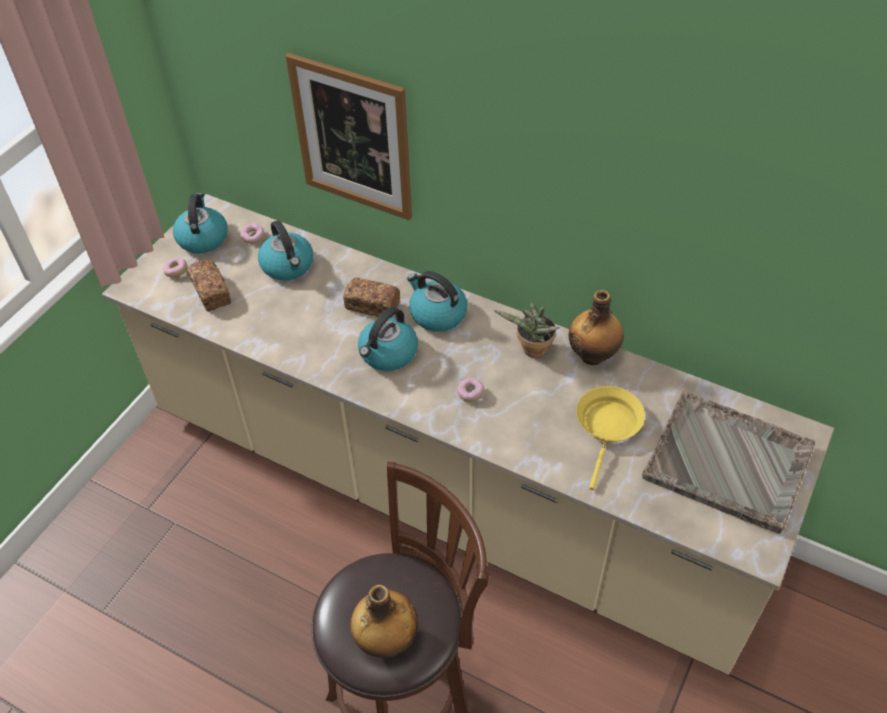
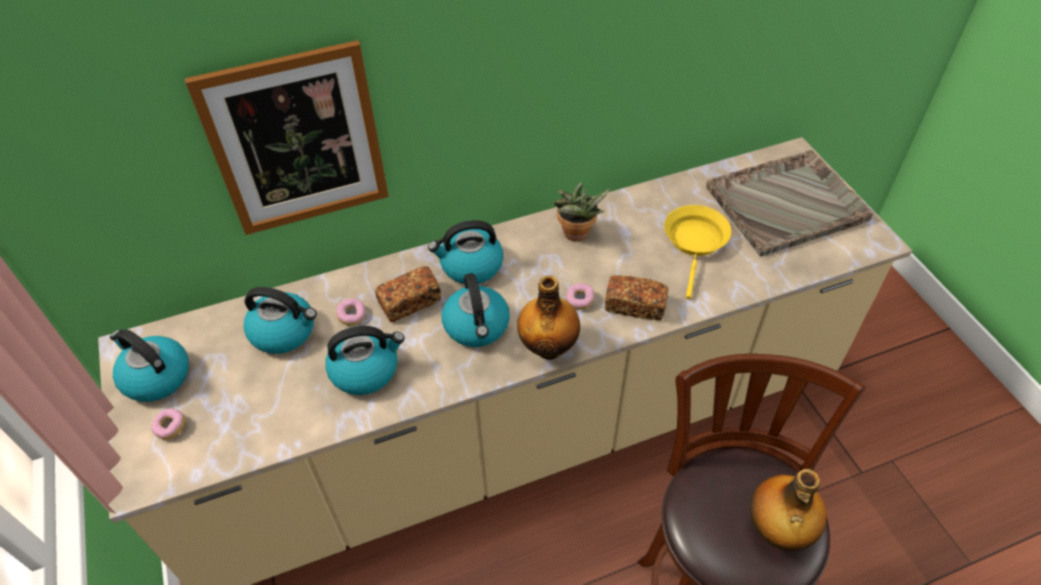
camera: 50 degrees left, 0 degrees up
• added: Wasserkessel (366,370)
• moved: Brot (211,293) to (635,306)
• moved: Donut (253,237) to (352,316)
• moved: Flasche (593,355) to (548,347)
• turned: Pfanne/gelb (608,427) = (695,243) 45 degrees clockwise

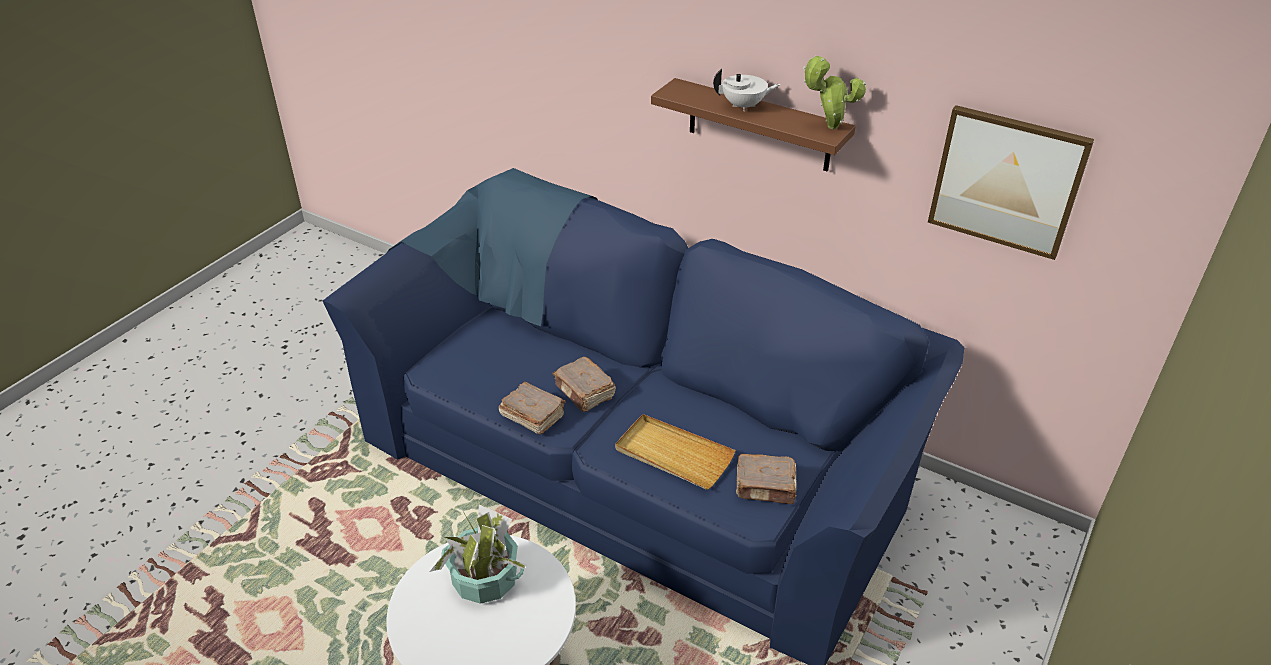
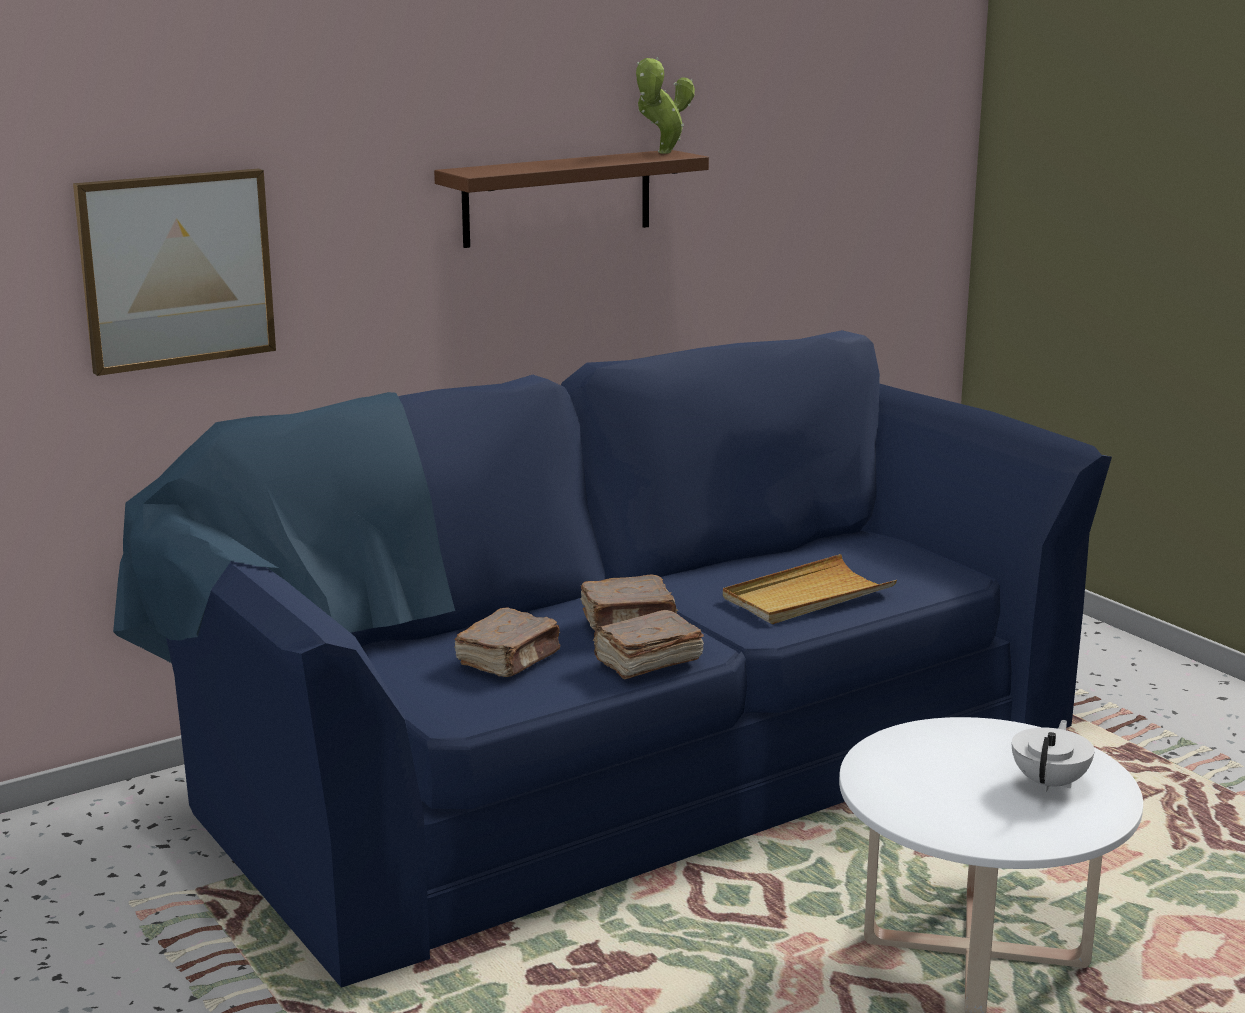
camera: 65 degrees left, 20 degrees down
• removed: Topfpflanze (485,579)
• moved: Teekanne/weiß (744,106) to (1050,783)
• moved: Buch/braun (766,487) to (509,660)
• moved: Bild (1007,181) to (176,269)

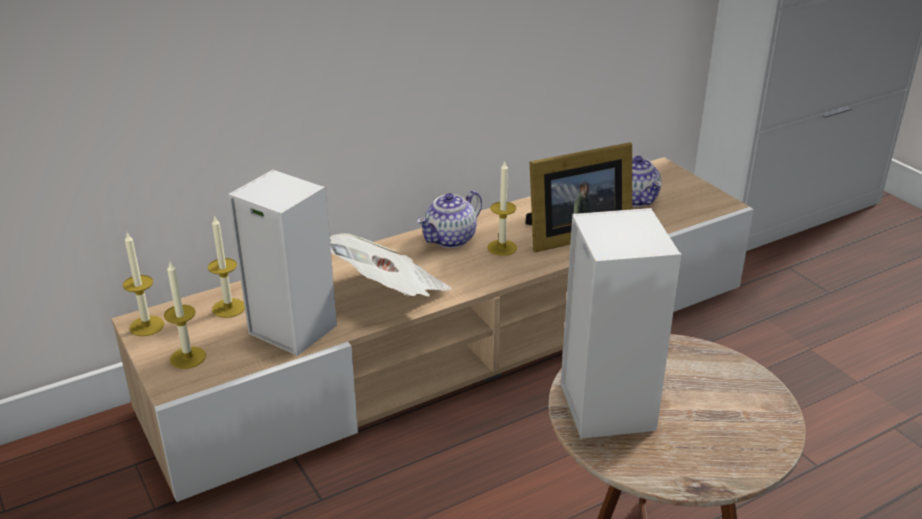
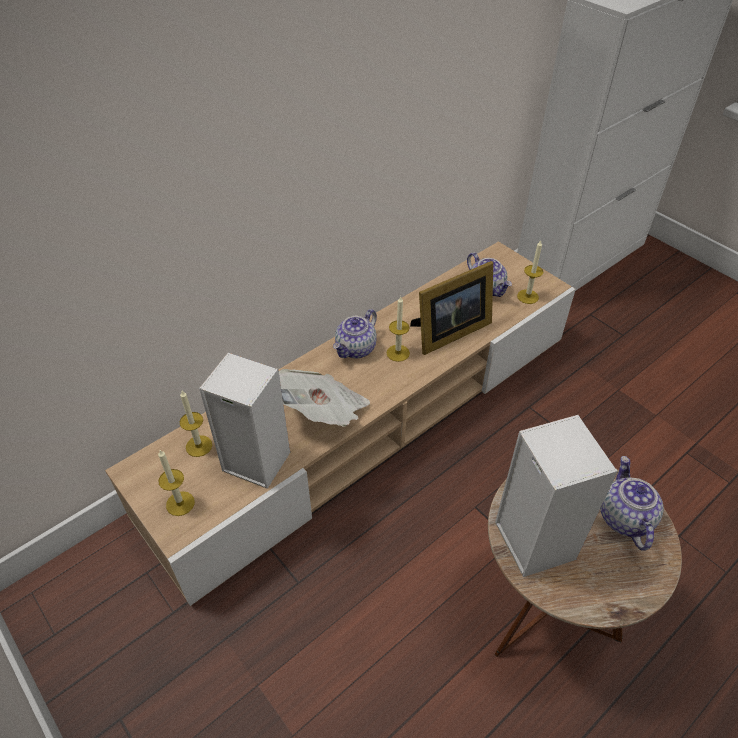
camera: 10 degrees left, 15 degrees up
• added: Teekanne (624,518)
• moved: Kerze (147,326) to (527,296)

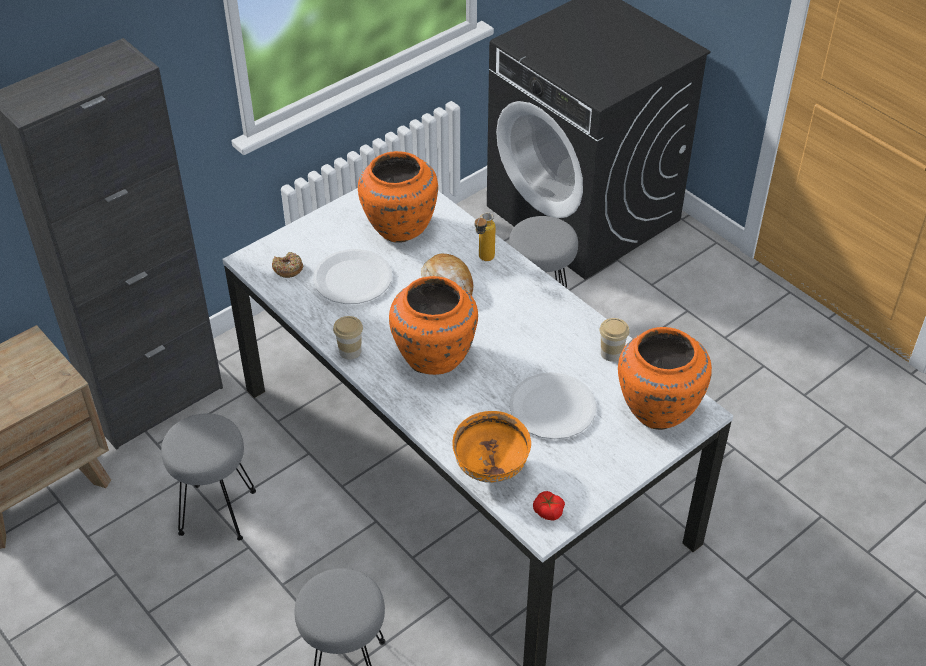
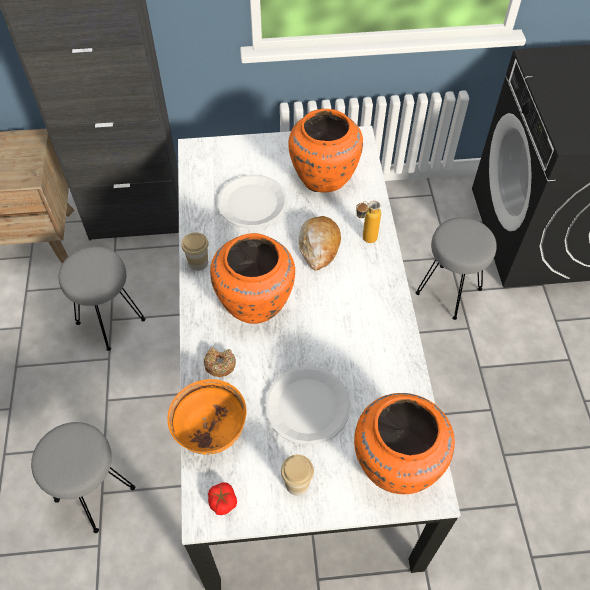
camera: 35 degrees right, 10 degrees up
• moved: Donut (288,269) to (220,364)
• moved: Tasse (611,353) to (297,483)

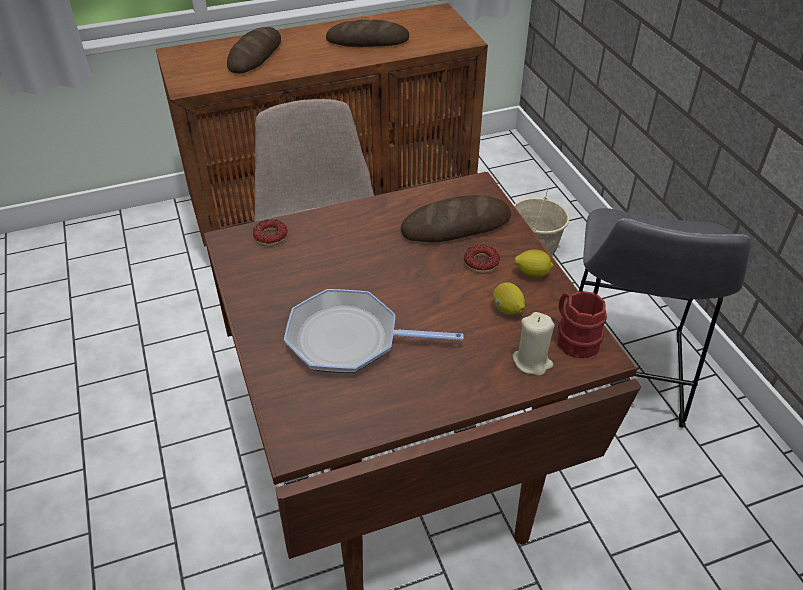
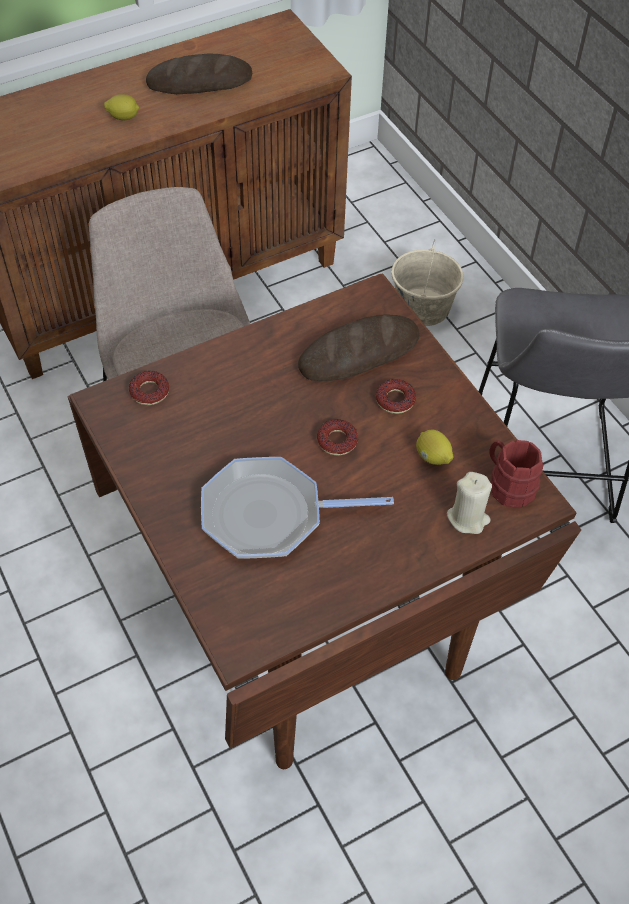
camera: 10 degrees left, 10 degrees up
• removed: Brot (255,55)
• added: Donut (337,441)
• moved: Zitrone (532,273) to (123,117)

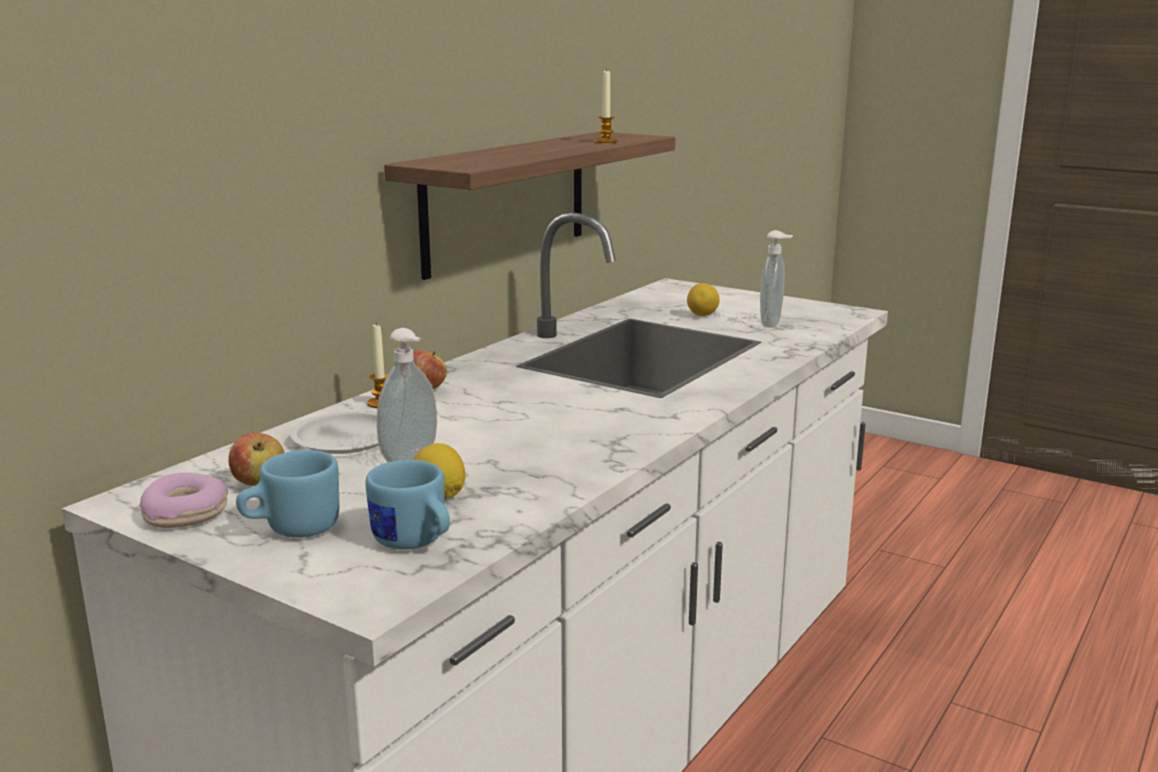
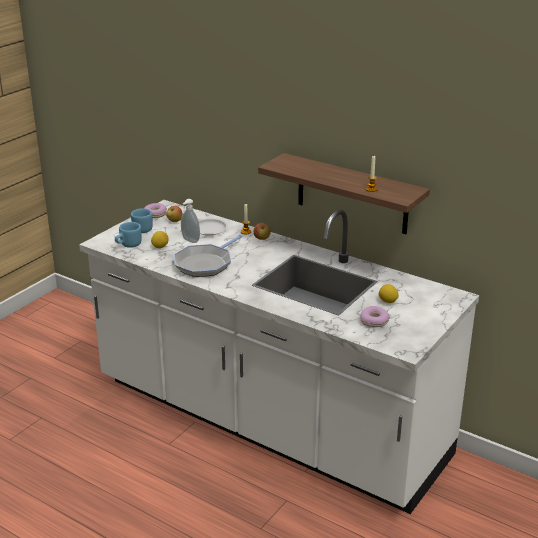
camera: 90 degrees right, 10 degrees up
• added: Pfanne (205,263)
• replaced: Seifenspender (772,324) to Donut (374,321)

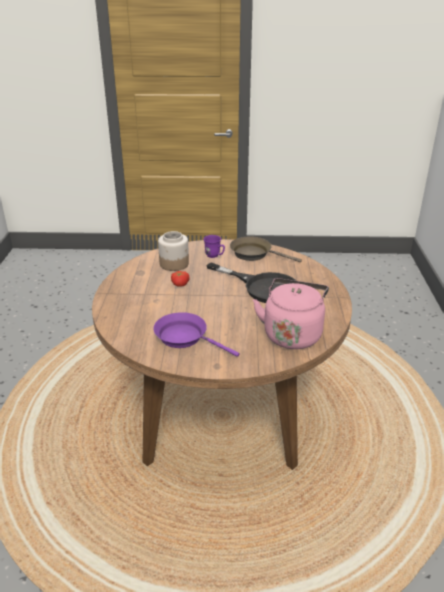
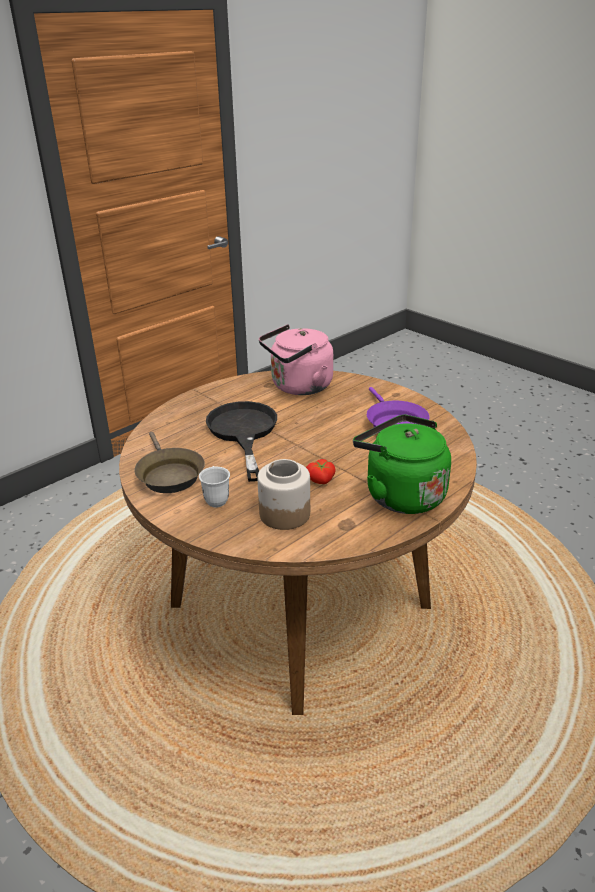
camera: 135 degrees left, 0 degrees up
• added: Wasserkessel/grün (400,494)
• recoloured: Henkelbecher/lila (215,256) to Henkelbecher/weiß (216,498)

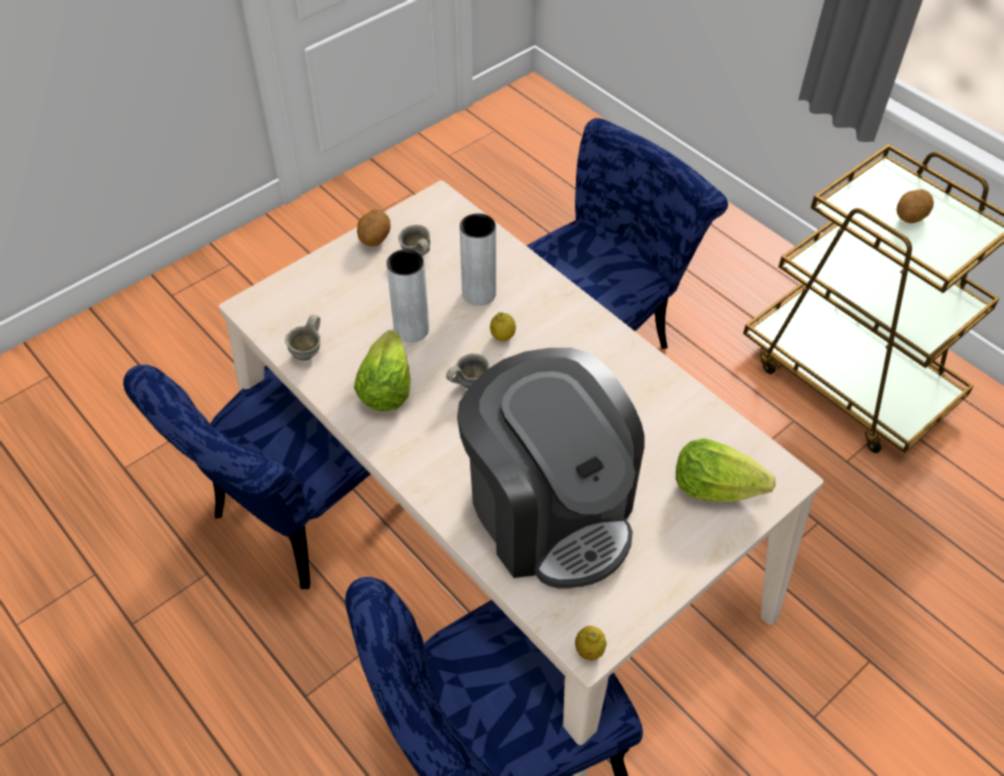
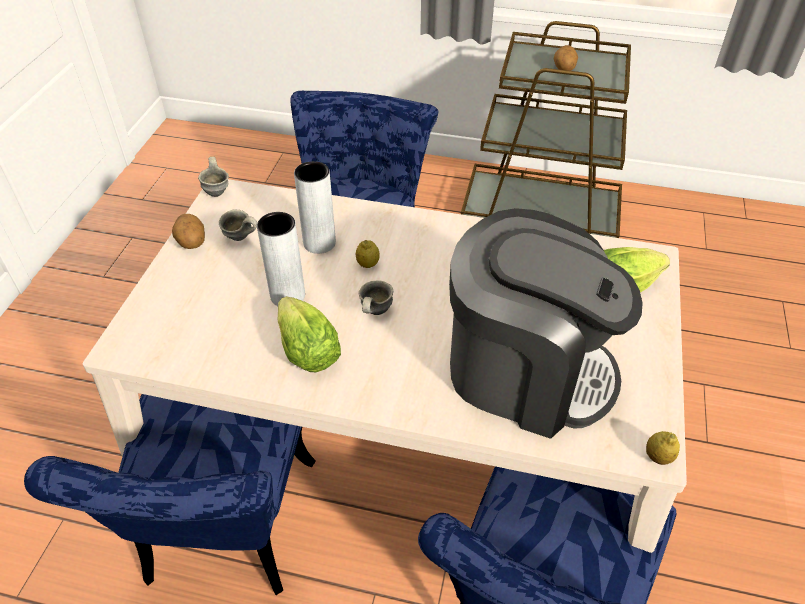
camera: 35 degrees left, 5 degrees down
• moved: Henkelbecher/grau (309,353) to (218,191)

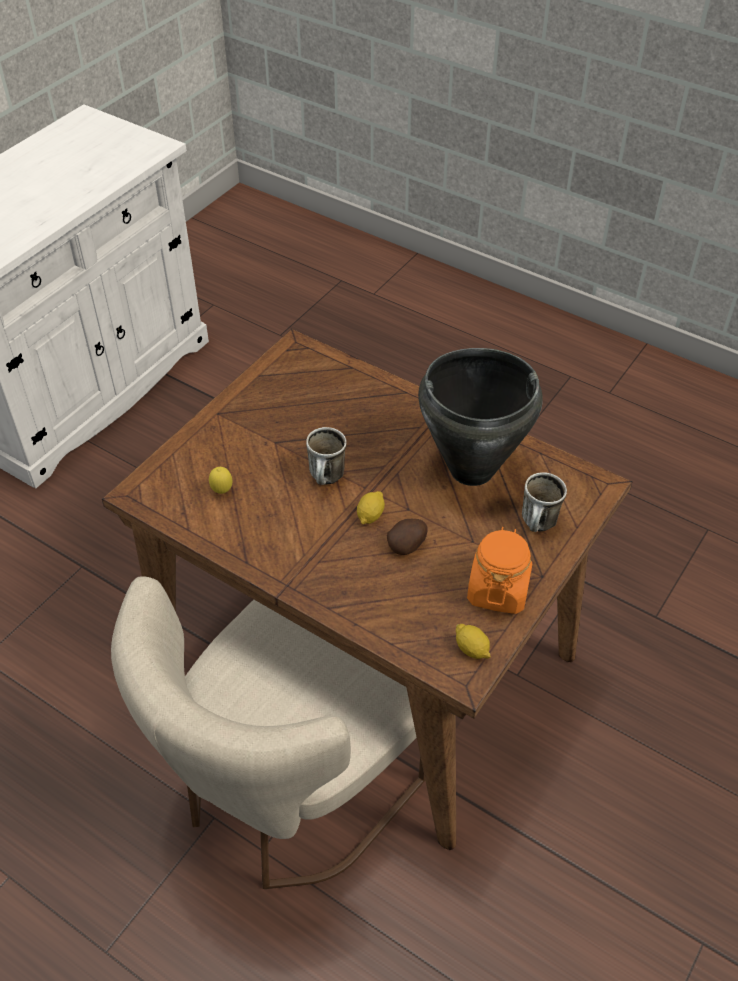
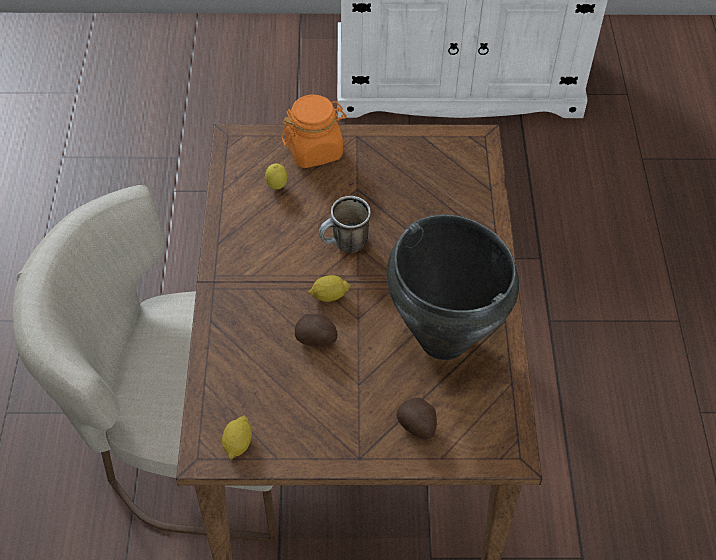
camera: 55 degrees right, 5 degrees up
• moved: Vorratsglas/orange (498,590) to (314,150)
• replaced: Henkelbecher (539,526) to Kartoffel (417,426)

